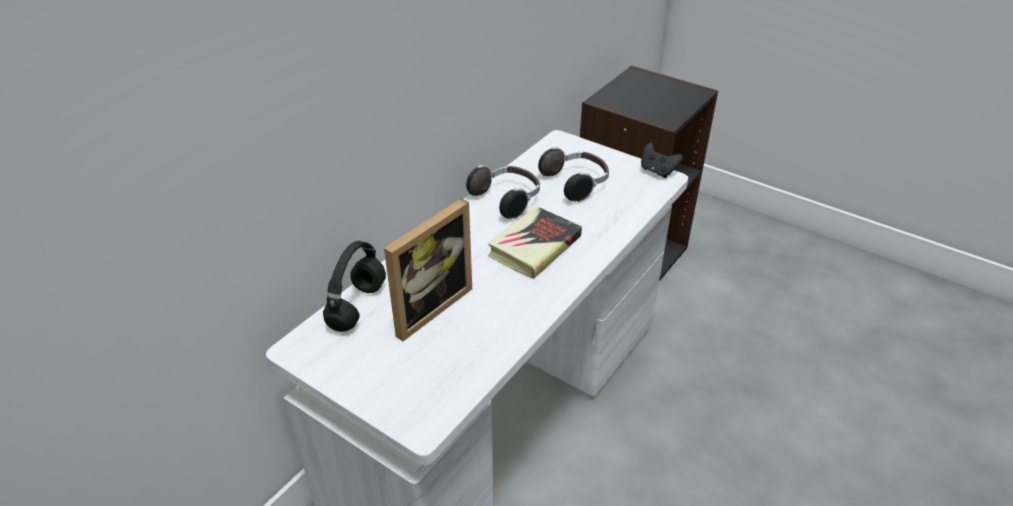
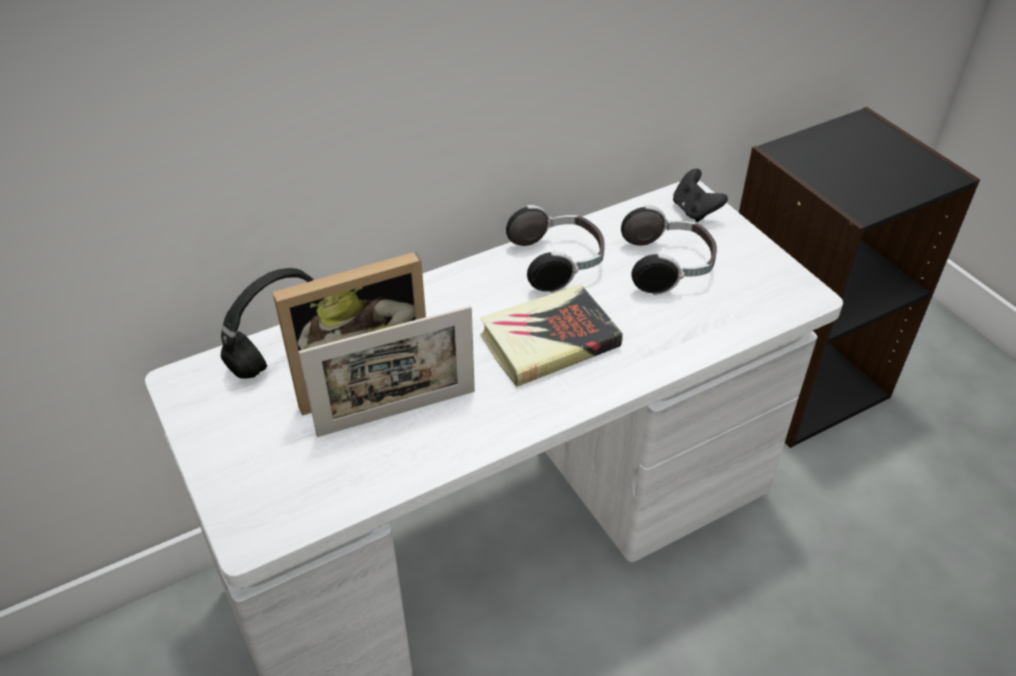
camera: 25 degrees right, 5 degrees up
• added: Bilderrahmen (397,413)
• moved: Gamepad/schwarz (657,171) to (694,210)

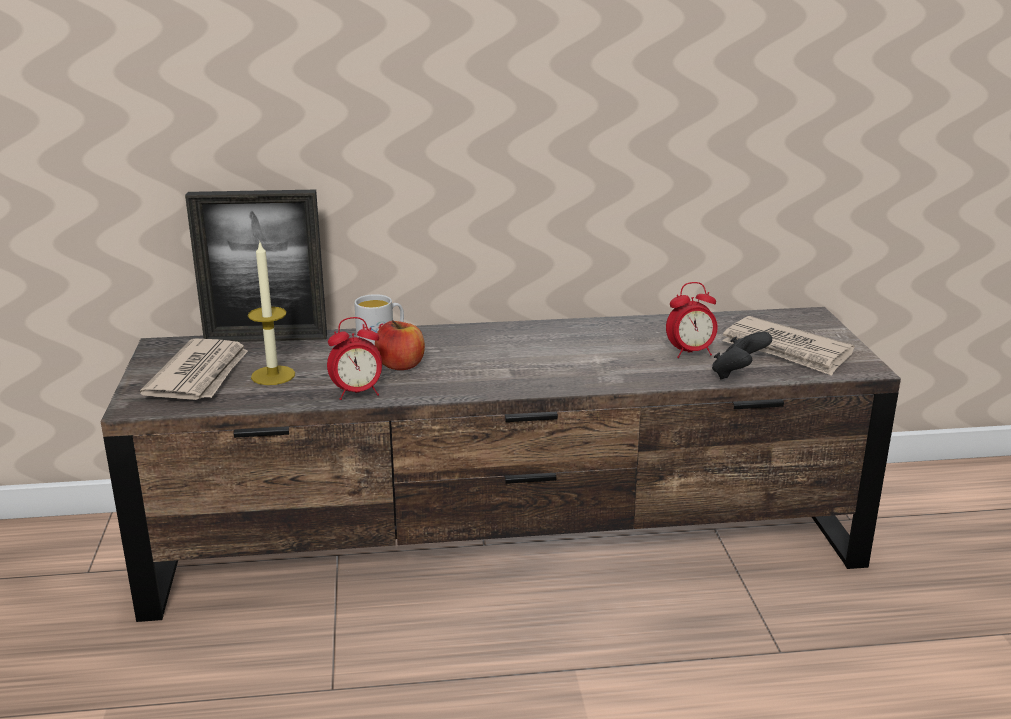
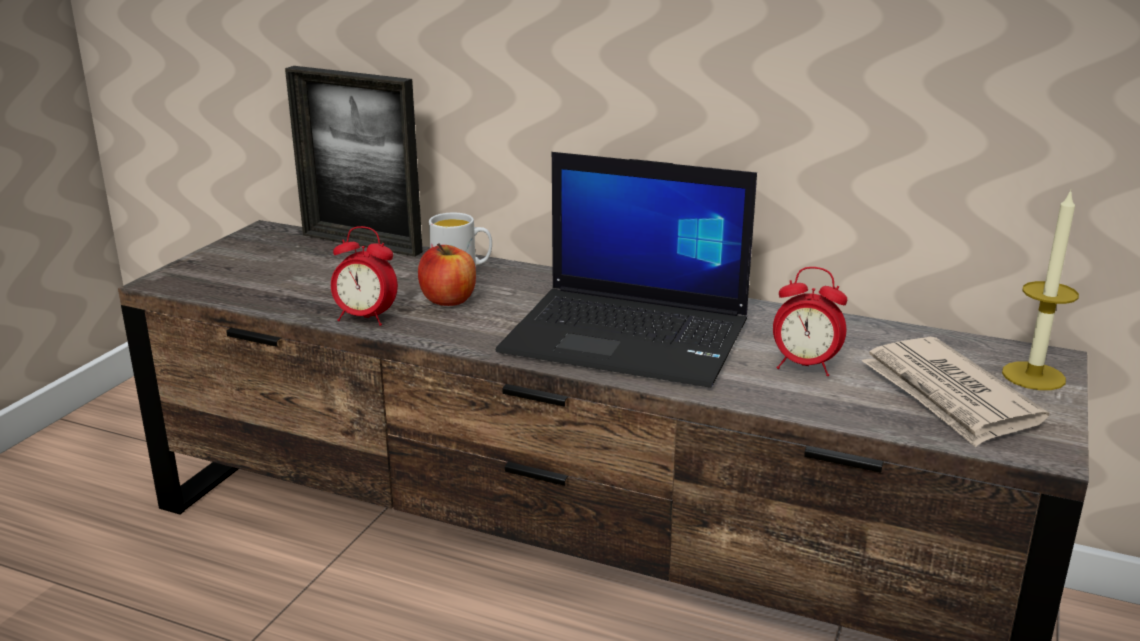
camera: 30 degrees right, 0 degrees up
• removed: Zeitung (201,375)
• removed: Gamepad/schwarz (737,374)
• added: Laptop (630,337)
• moved: Kerze (273,375) to (1033,376)

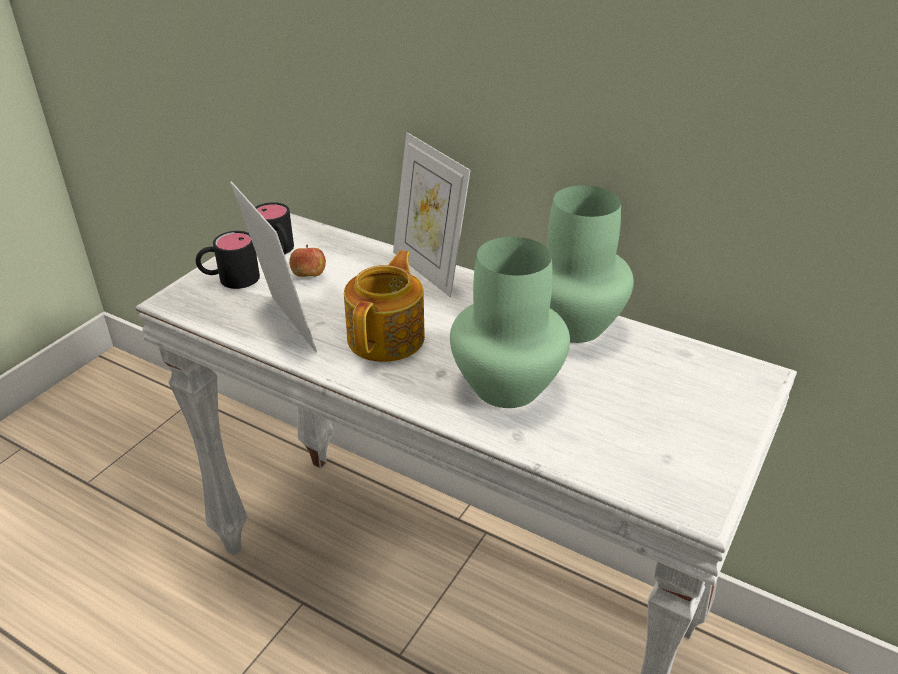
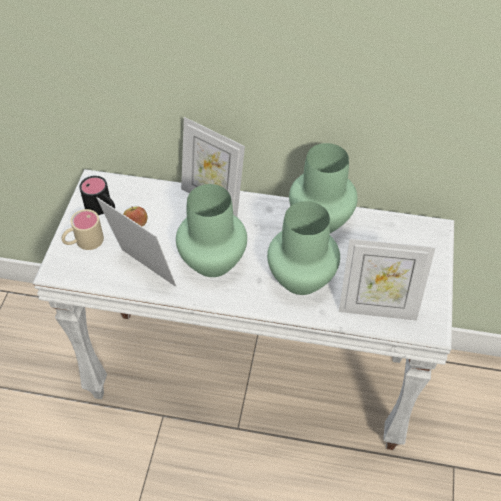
camera: 20 degrees left, 15 degrees up
• added: Bilderrahmen (377,309)
• replaced: Teekanne (388,337) to Vase/grün (214,262)
• recoloured: Henkelbecher/schwarz (230,279) to Henkelbecher/beige (83,242)

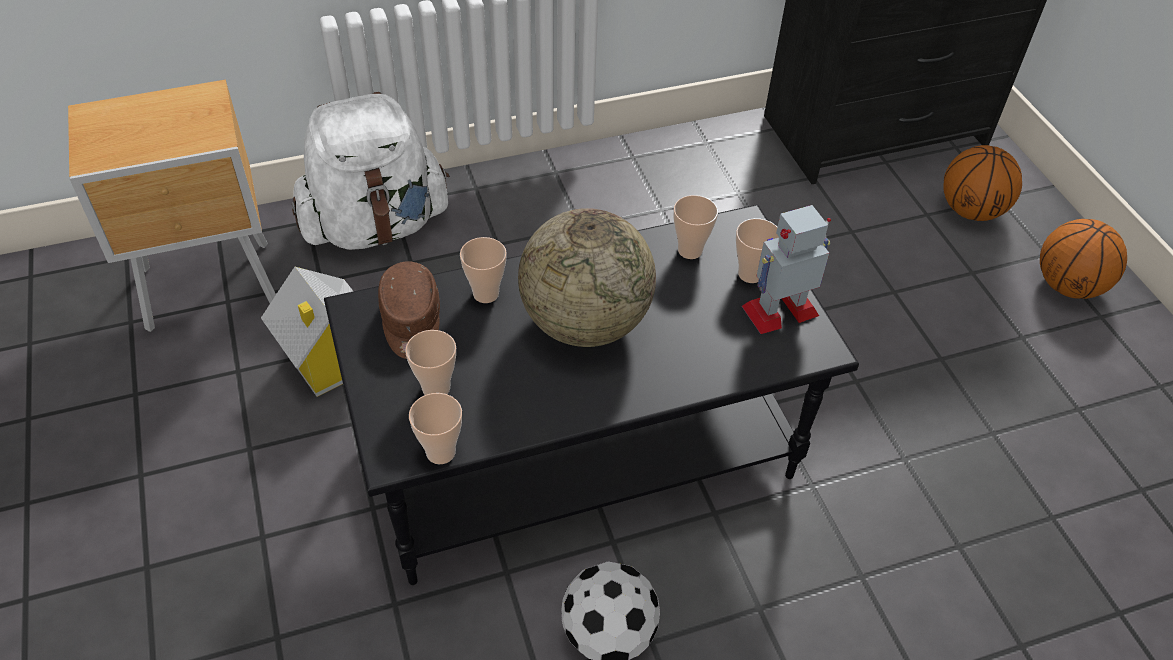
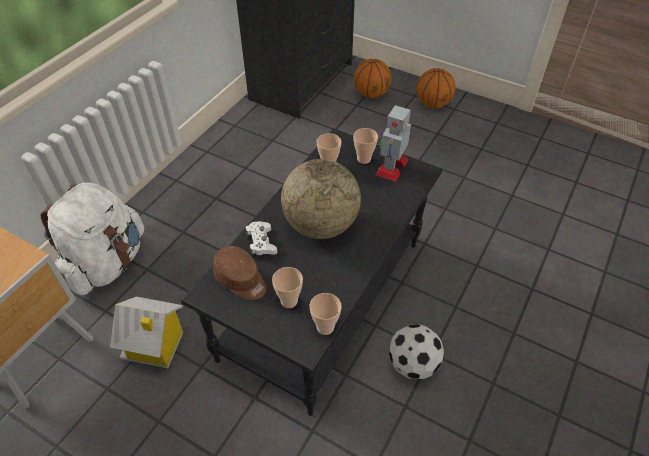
camera: 40 degrees left, 0 degrees up
• replaced: Tasse (486,294) to Gamepad/weiß (261,242)

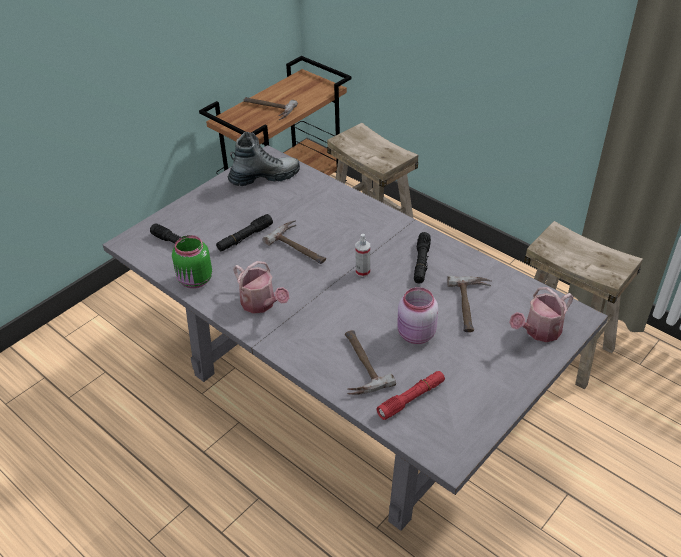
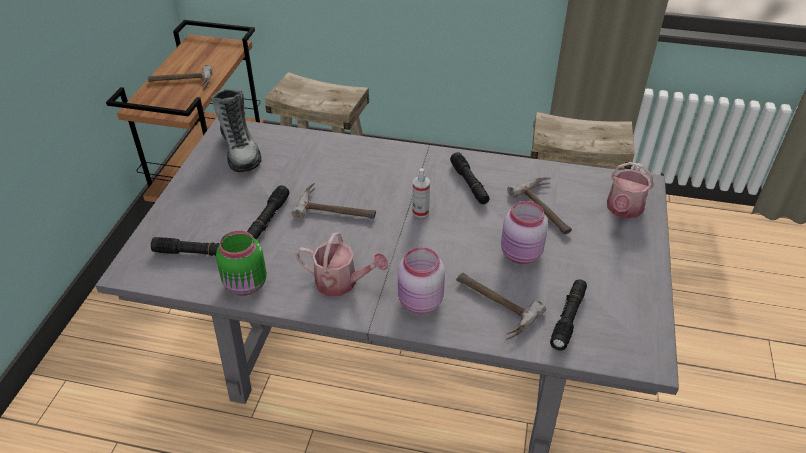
camera: 30 degrees left, 0 degrees up
• added: Vorratsglas/rosa (419,302)
• recoloured: Taschenlampe/rot (411,399) to Taschenlampe/schwarz (568,318)
• turned: Stiefel (264,177) = (240,150) 120 degrees clockwise

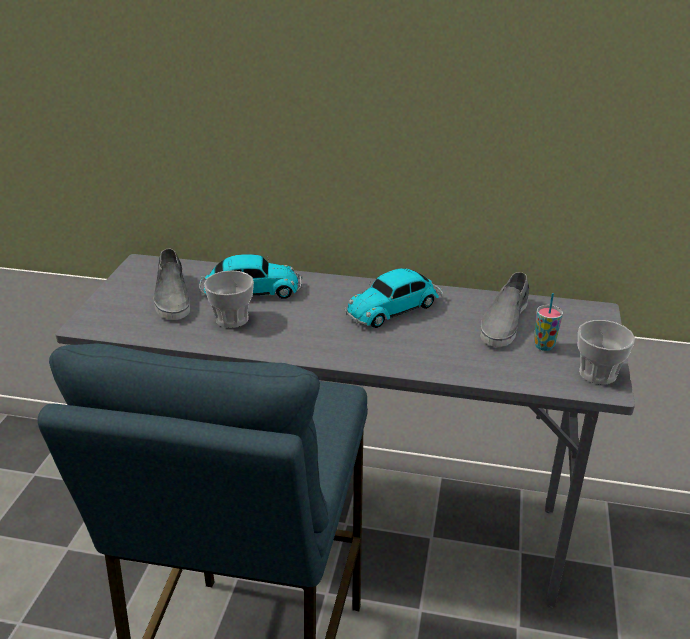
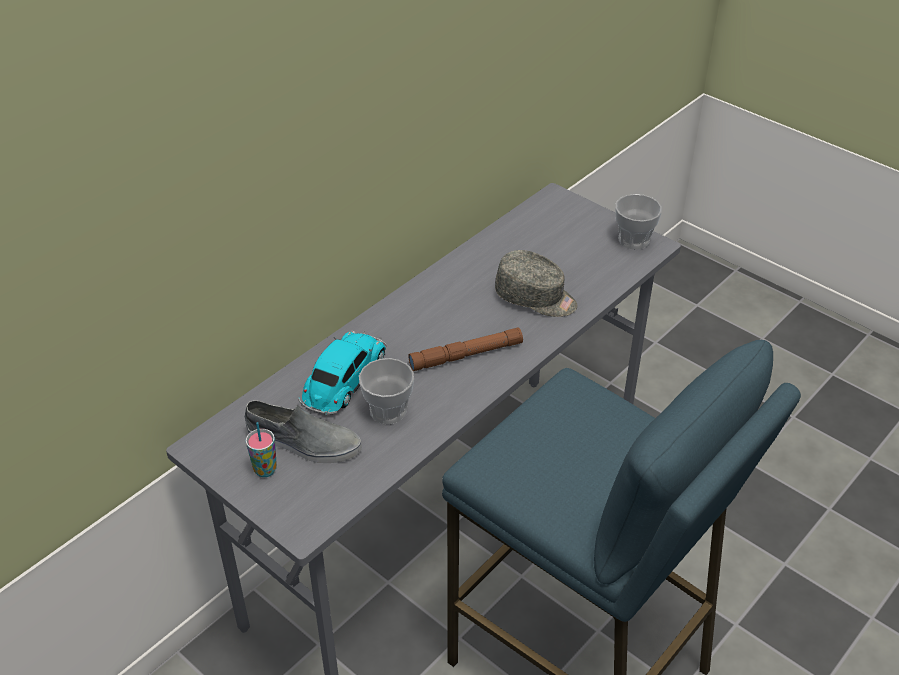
camera: 60 degrees left, 10 degrees up
• removed: Spielzeugauto (395,308)
• removed: Schuh/grau (504,321)
• added: Taschenlampe/braun (466,355)
• added: Kappe/grau (536,298)
• moved: Tasse (544,346) to (265,470)

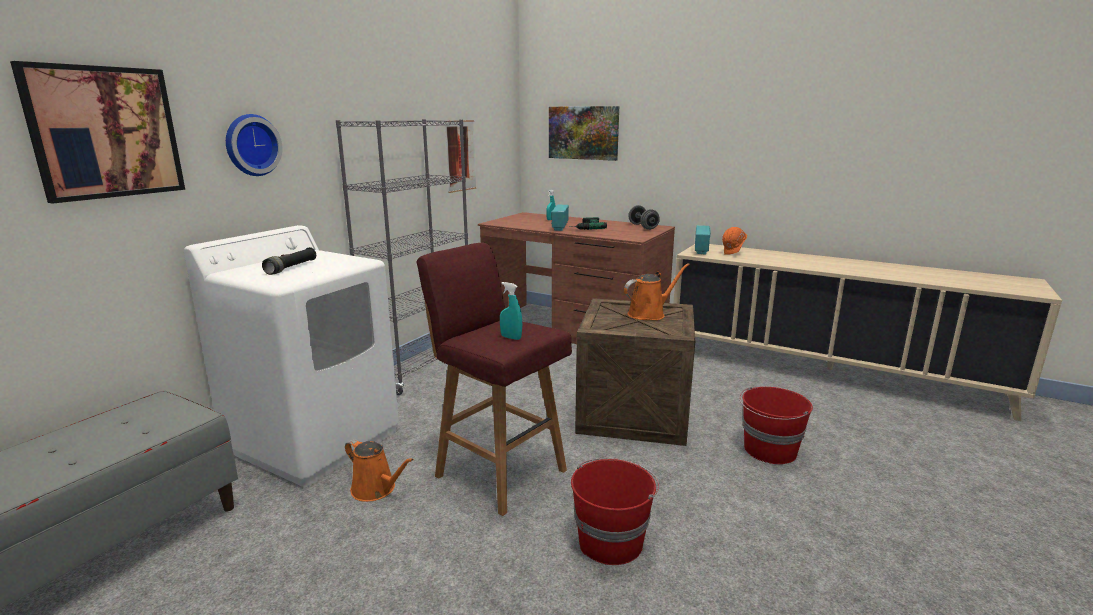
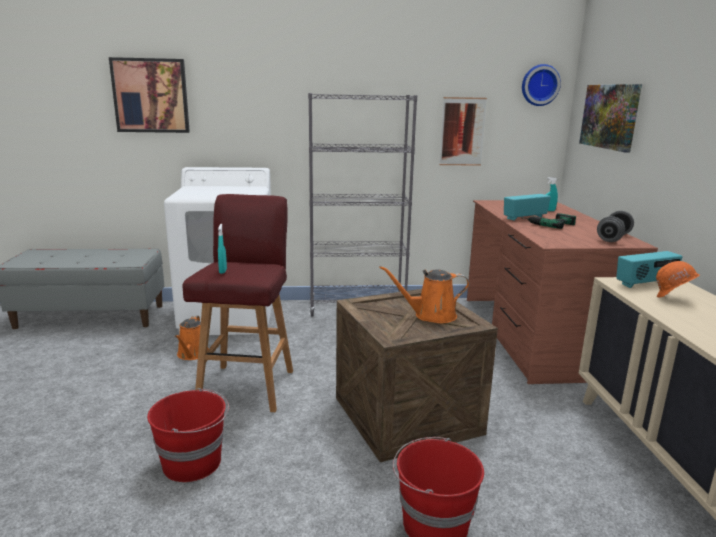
camera: 55 degrees right, 0 degrees up
• removed: Taschenlampe/schwarz (291,268)
• moved: Wanduhr (251,145) to (539,85)
• turned: Gießkanne/orange (649,314) = (431,315) 150 degrees clockwise

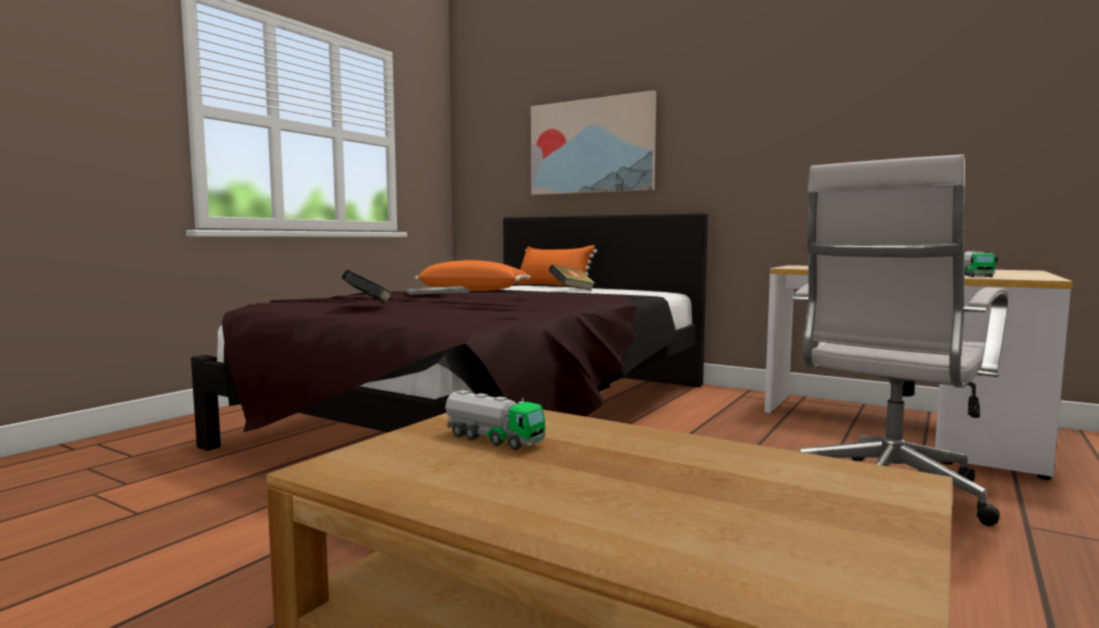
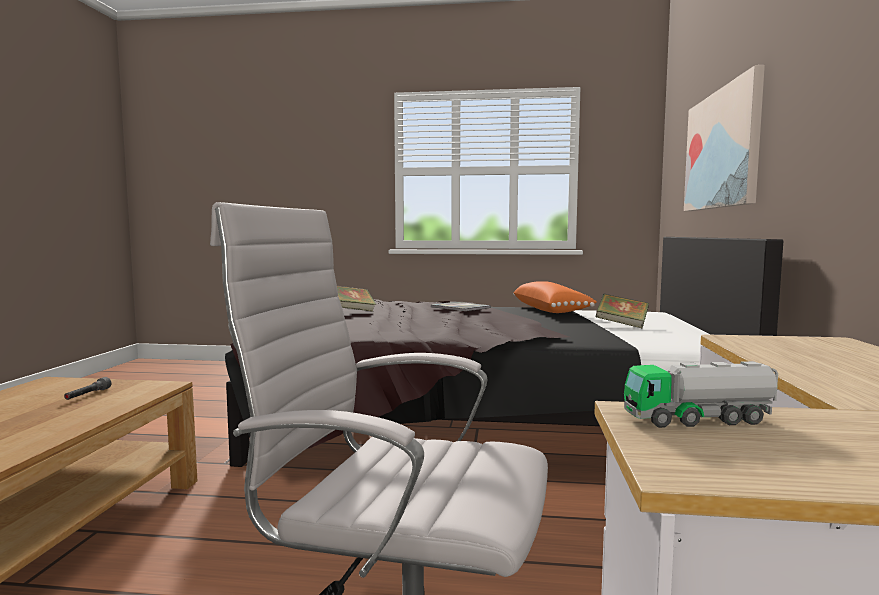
camera: 65 degrees right, 0 degrees up
• removed: Kissen/orange (553,286)
• replaced: Spielzeuglaster (493,439) to Taschenlampe/grau (88,395)

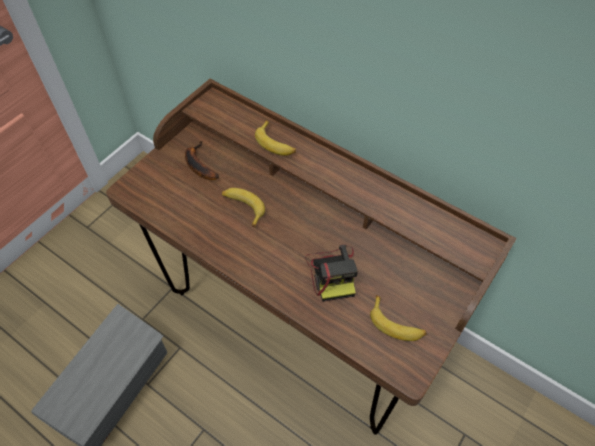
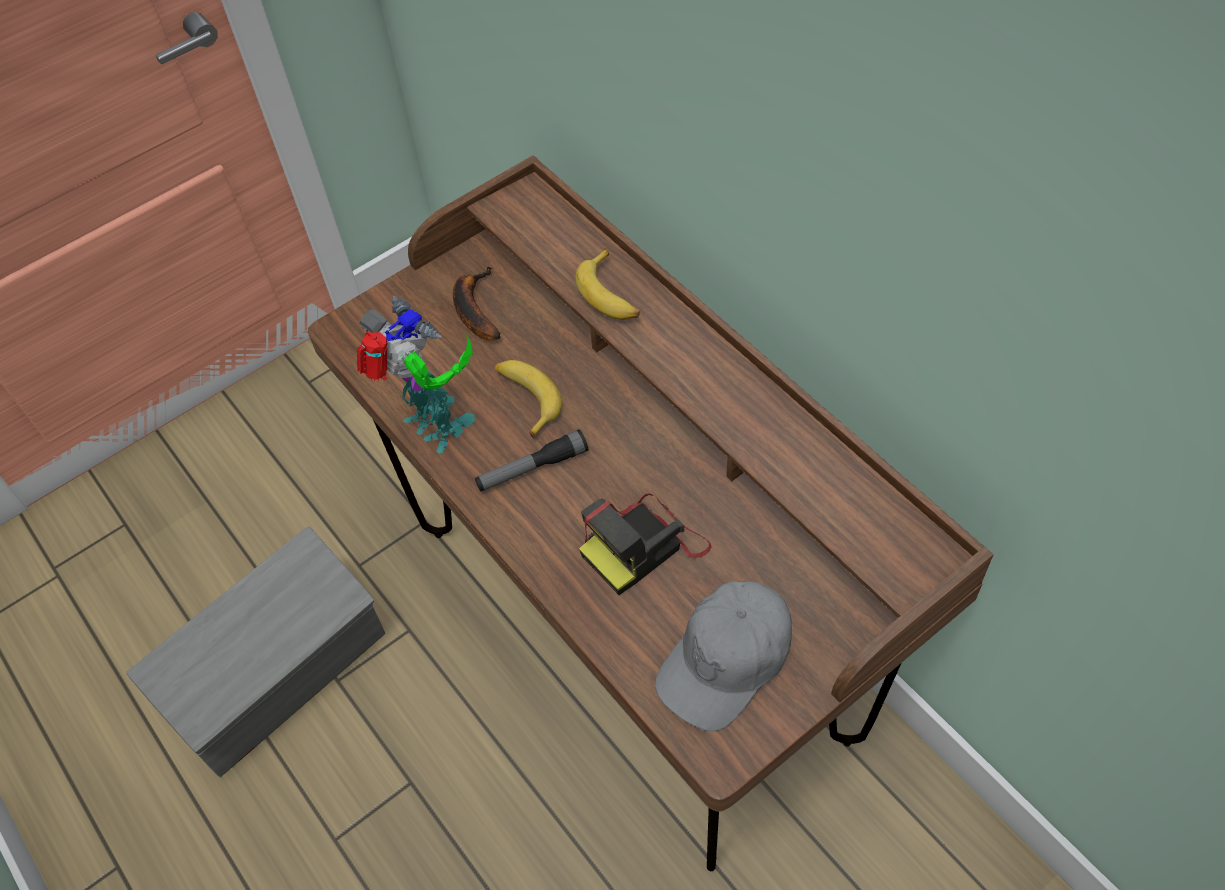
camera: 20 degrees right, 0 degrees up
• added: Spielzeugroboter (436,429)
• added: Taschenlampe (532,468)
• replaced: Banane (396,324) to Kappe/grau (726,661)
• turned: Kamera (332,272) = (644,546) 45 degrees clockwise

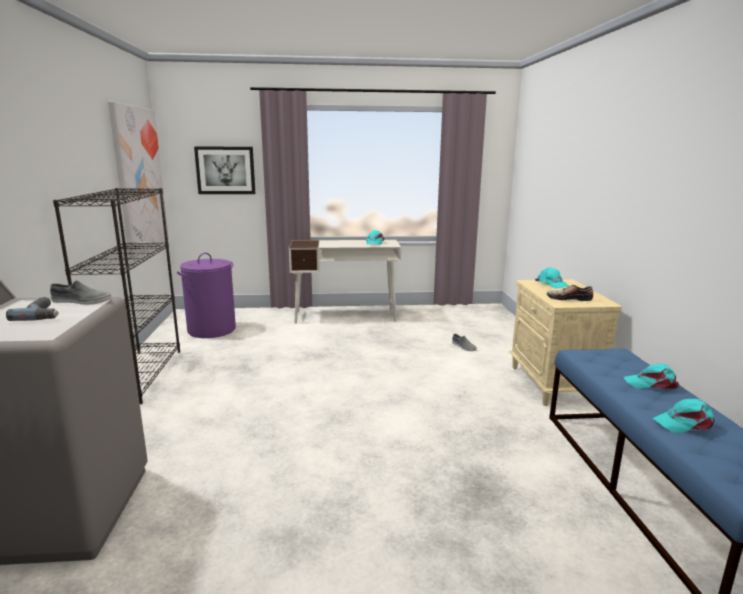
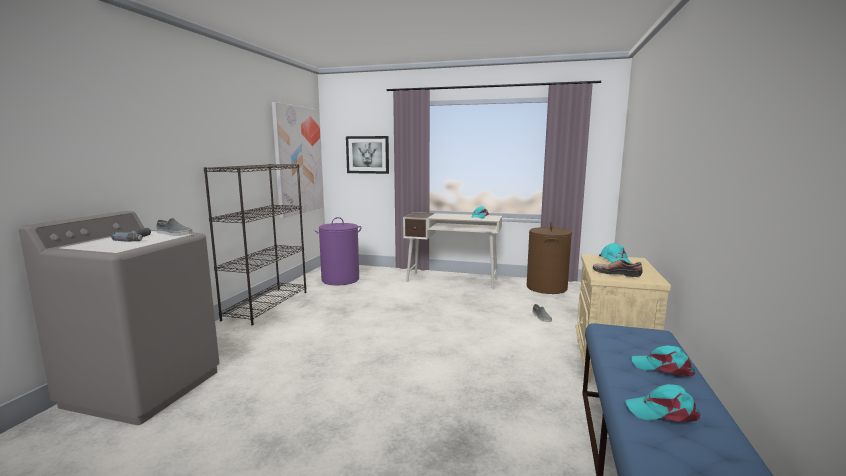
camera: 20 degrees right, 5 degrees down
• added: Wäschekorb/braun (547,287)

